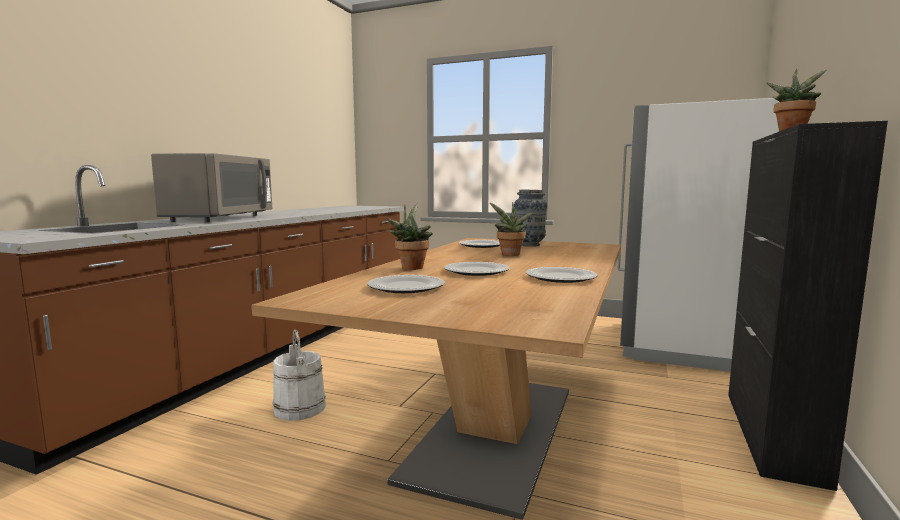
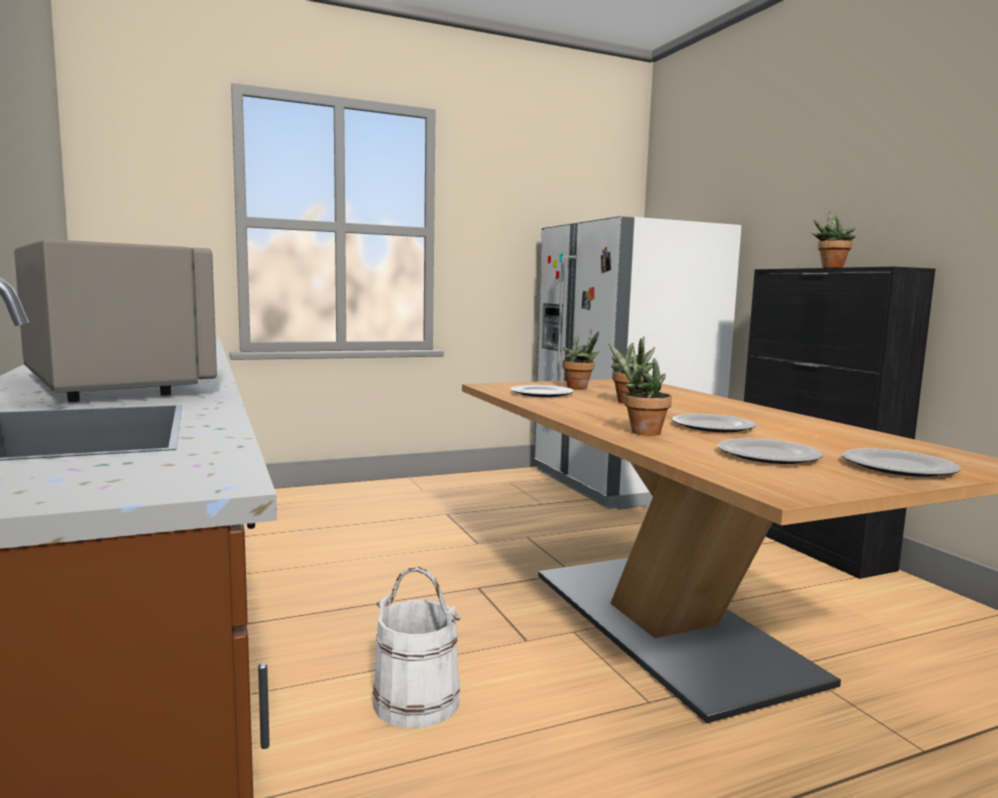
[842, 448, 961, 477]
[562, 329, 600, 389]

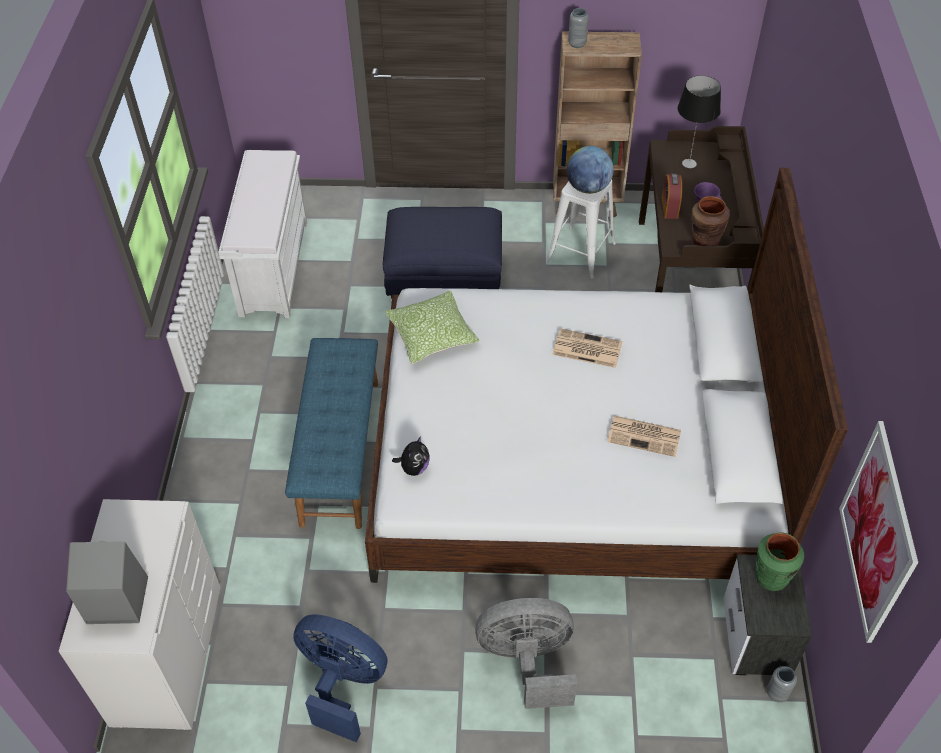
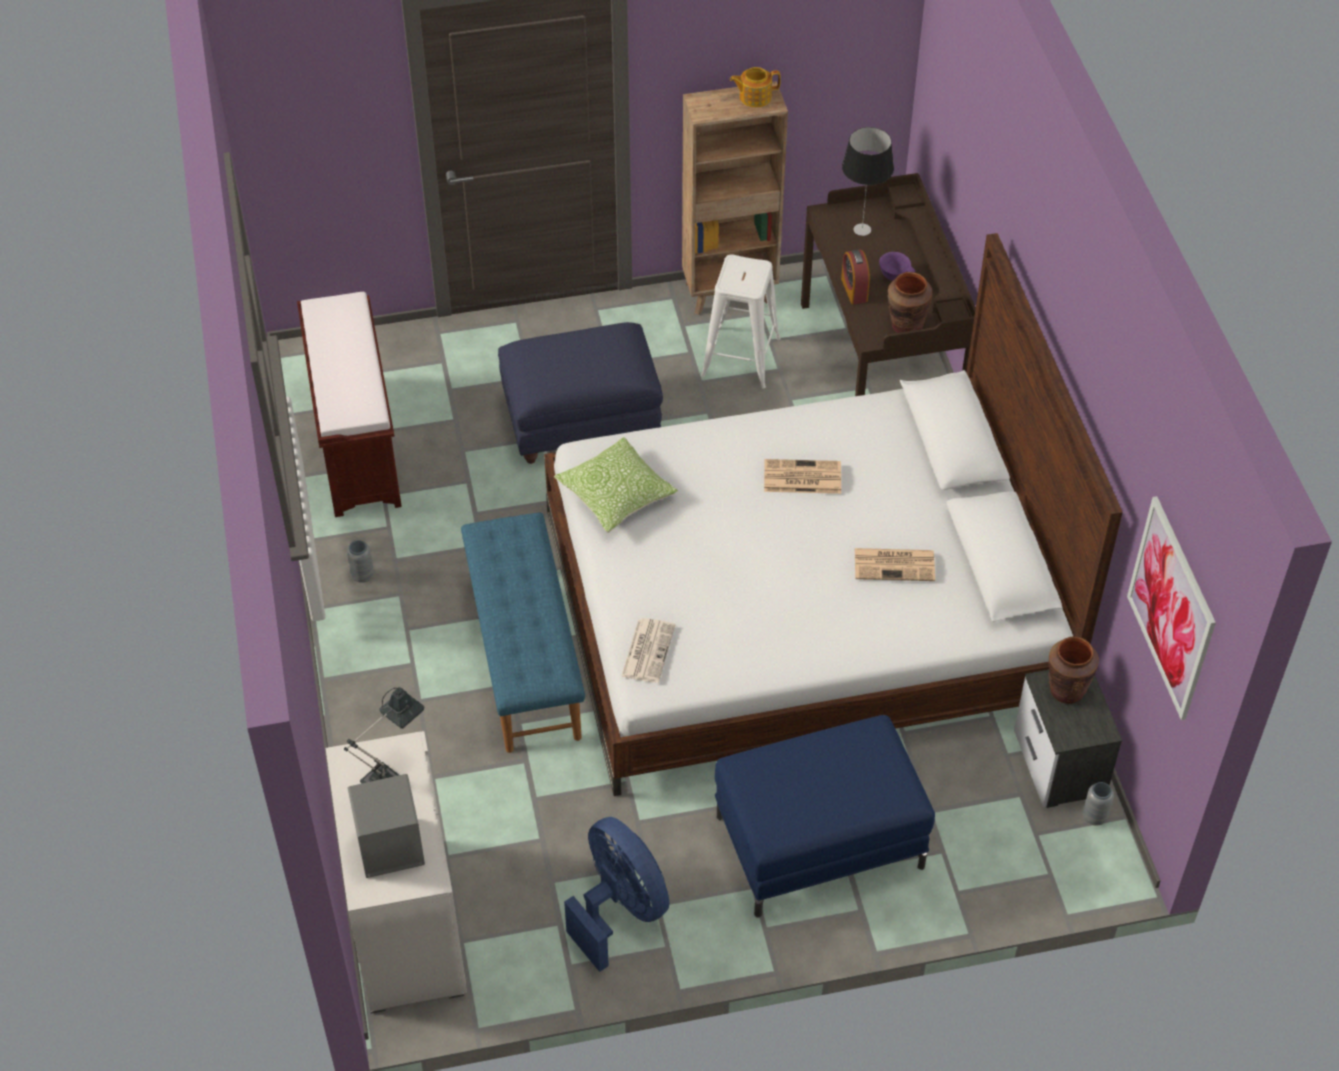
[566, 146, 614, 194] (first image)
[344, 687, 424, 784]
[730, 67, 781, 107]
[347, 540, 374, 583]
[621, 618, 675, 683]
[715, 715, 935, 918]
[297, 292, 402, 517]
[1049, 637, 1099, 704]
[564, 817, 669, 972]

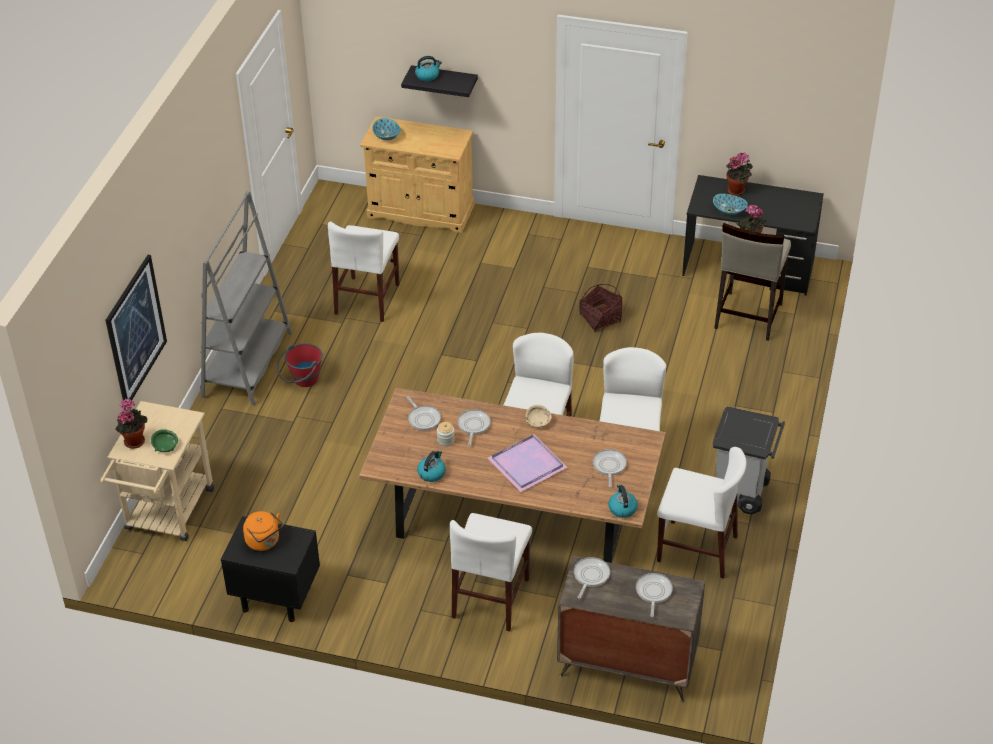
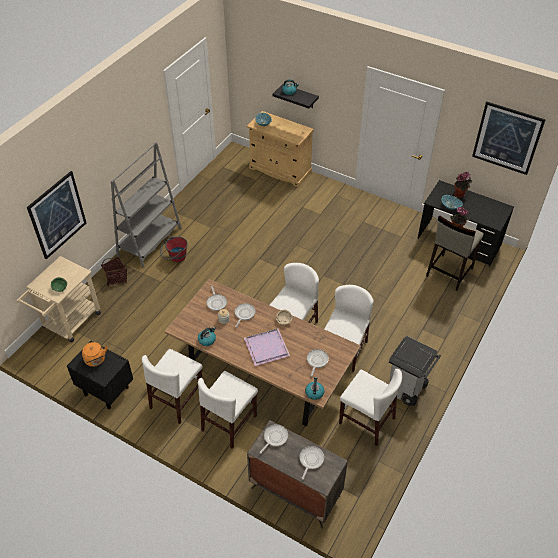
[115, 399, 147, 448] (first image)
[472, 101, 546, 175]
[142, 349, 202, 424]
[101, 257, 127, 286]

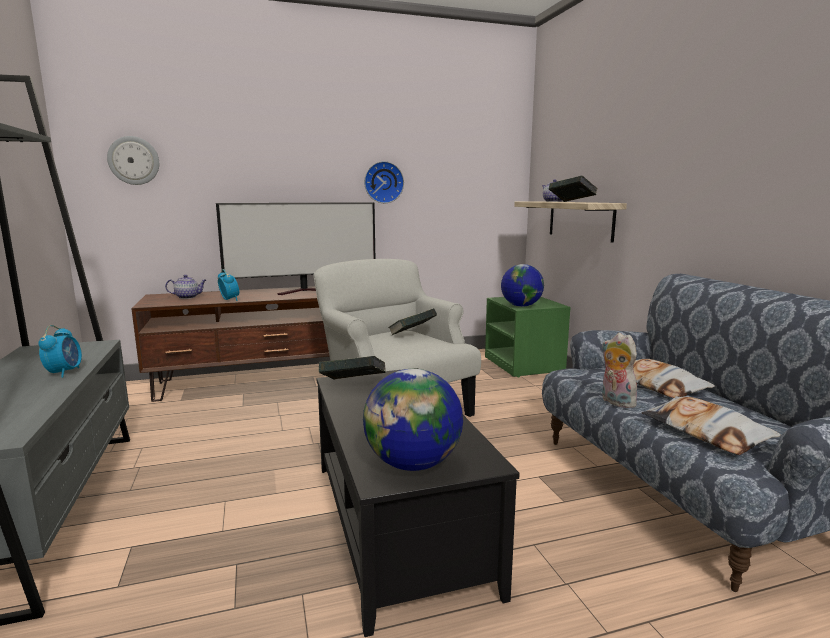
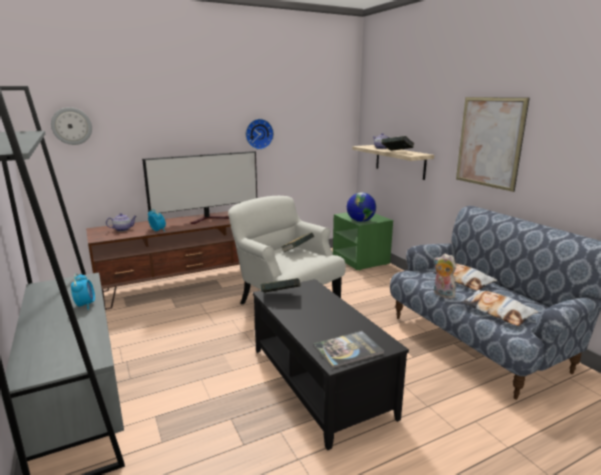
[456, 97, 530, 192]
[313, 331, 384, 369]

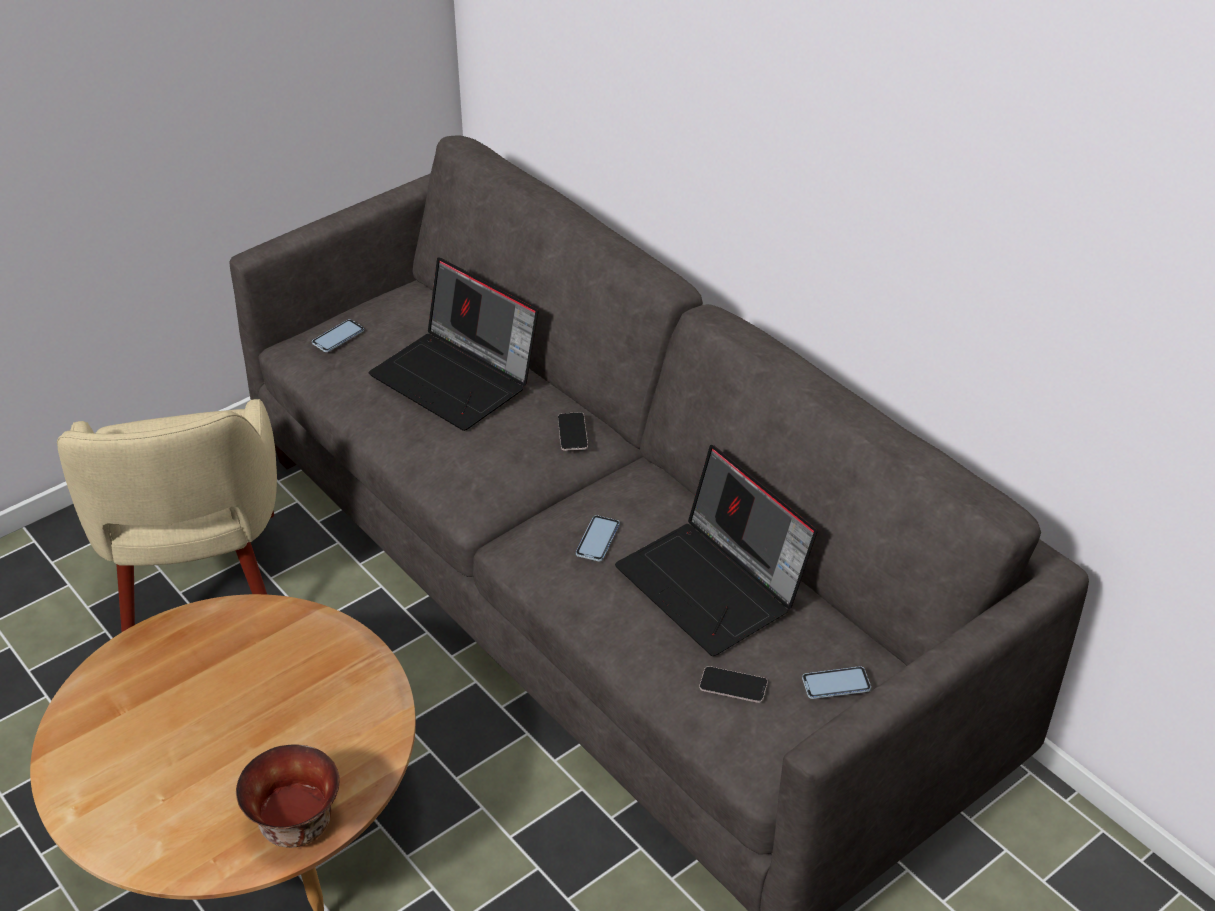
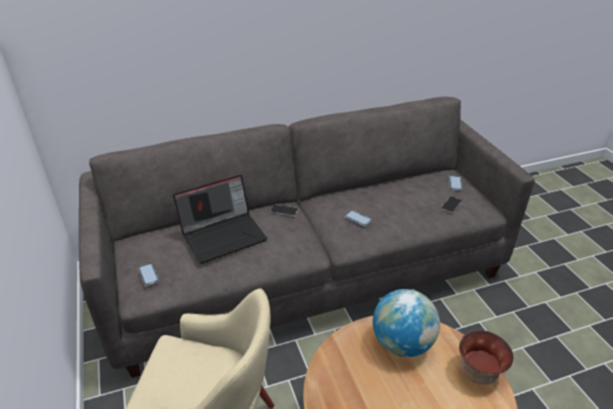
[615, 445, 817, 656] (first image)
[373, 289, 440, 357]

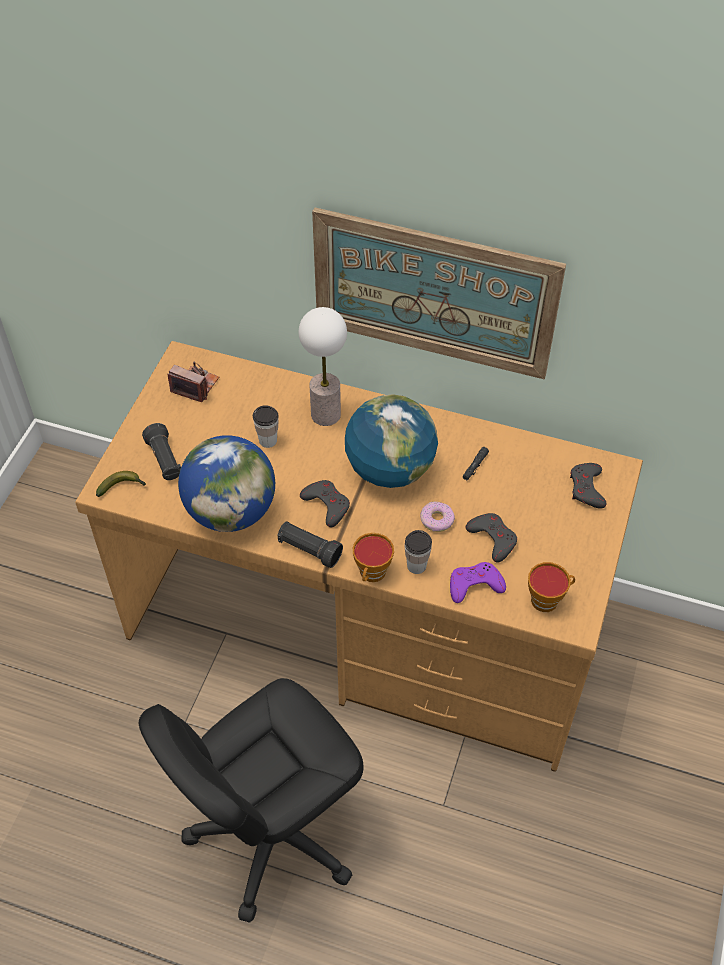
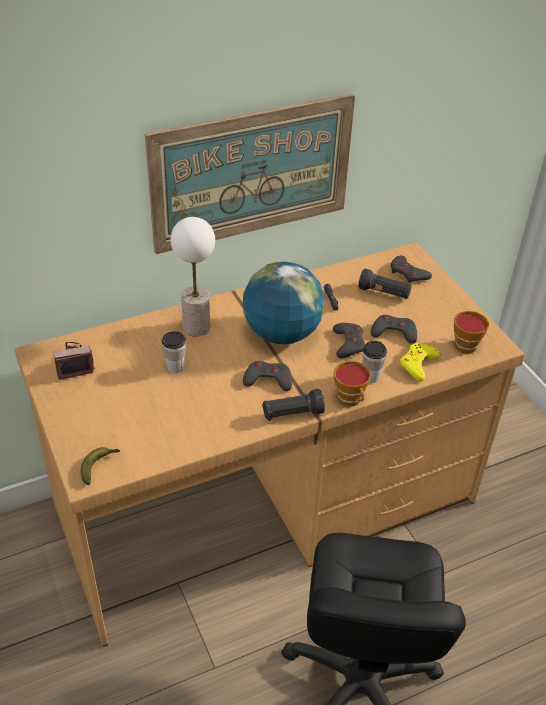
[178, 435, 275, 532] (first image)
[358, 268, 412, 299]
[333, 323, 365, 358]
[400, 343, 441, 381]

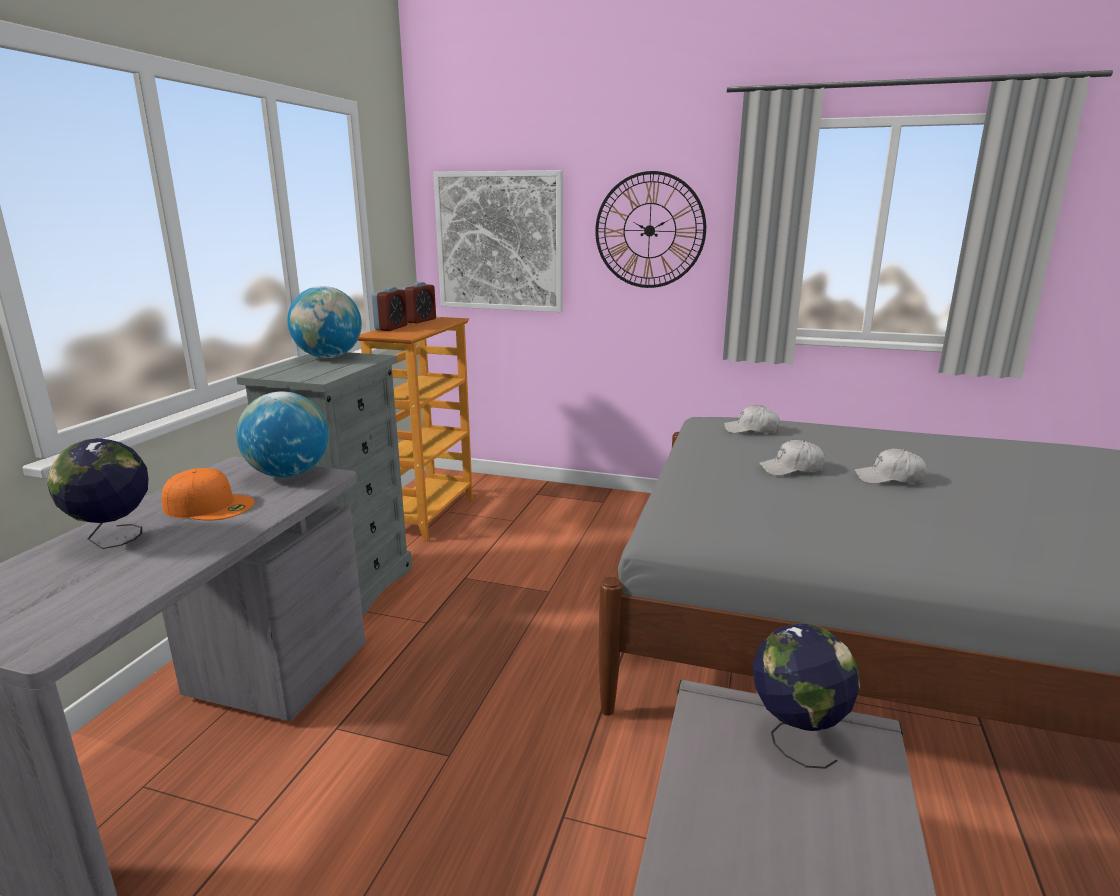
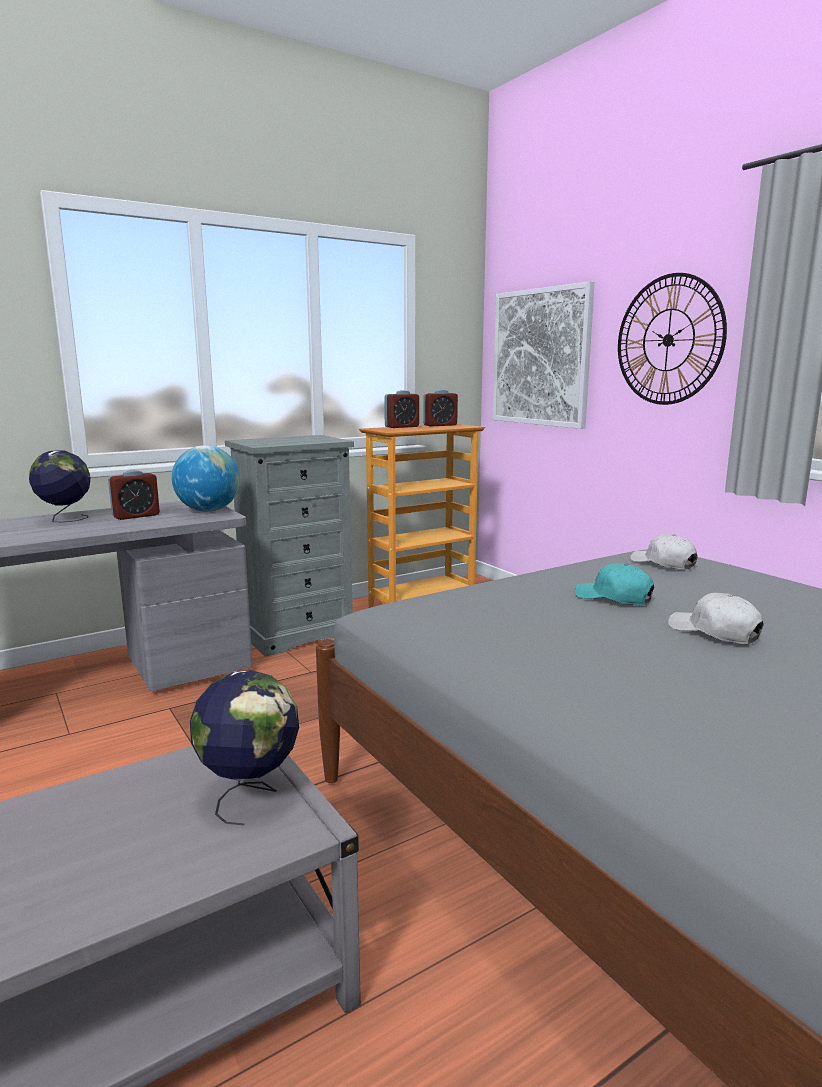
[287, 286, 362, 358] (first image)
[108, 470, 160, 520]
[574, 563, 654, 605]

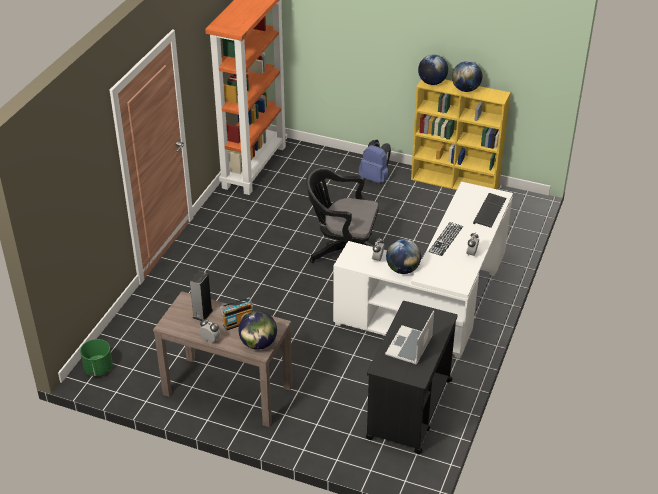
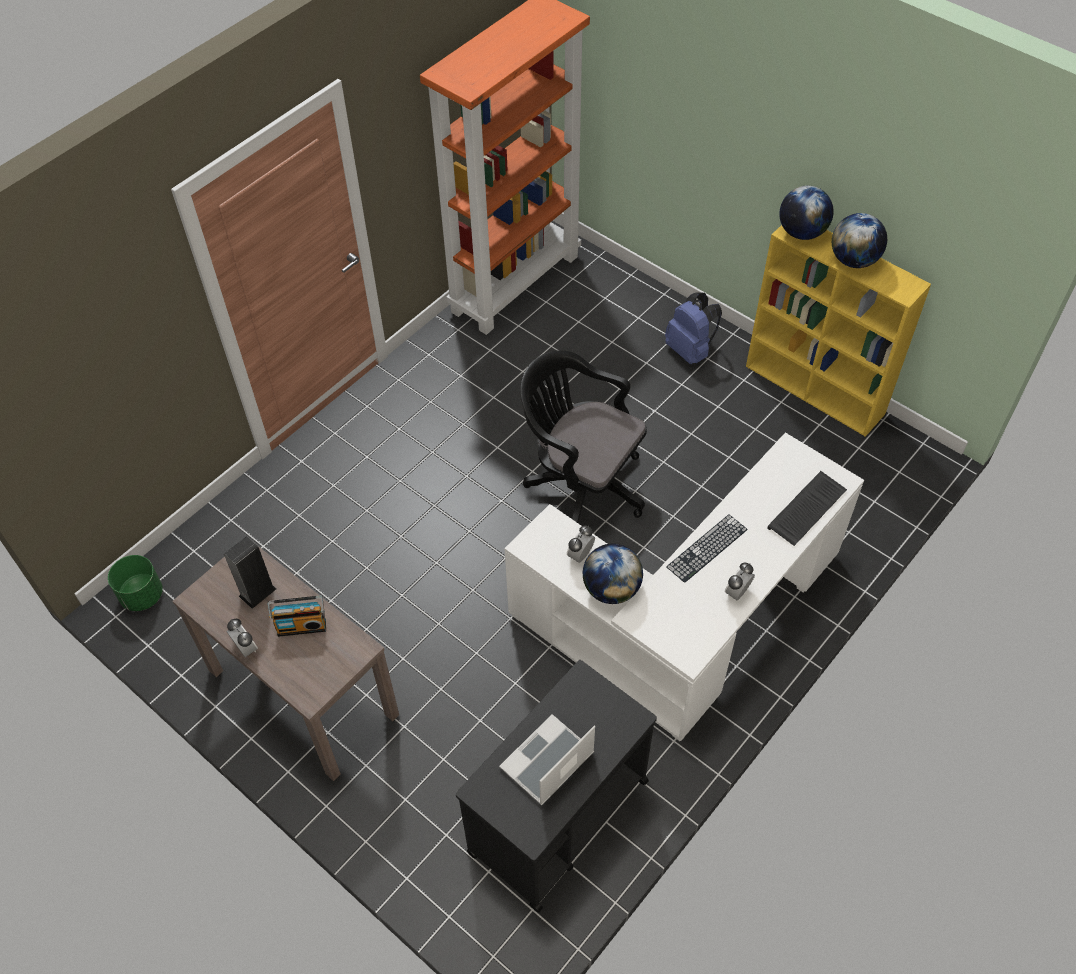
[239, 311, 277, 350] (first image)

